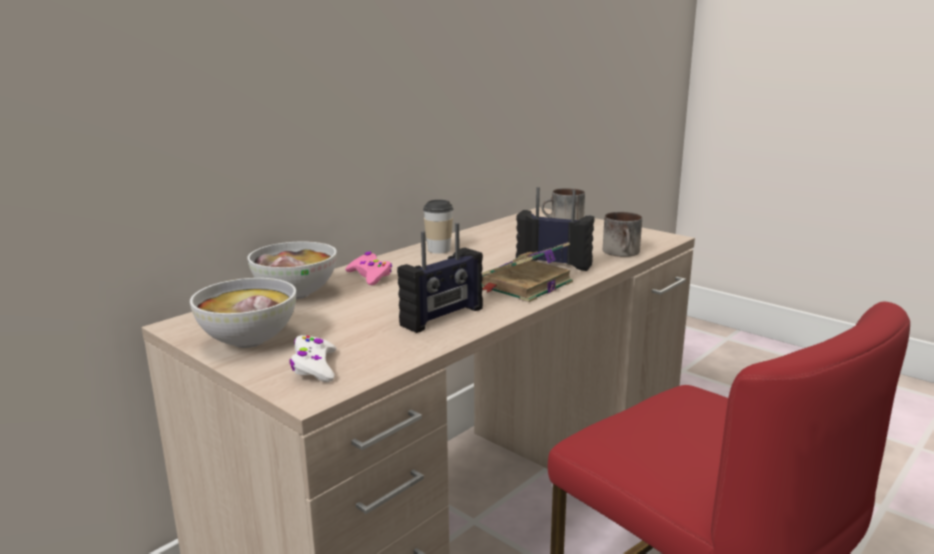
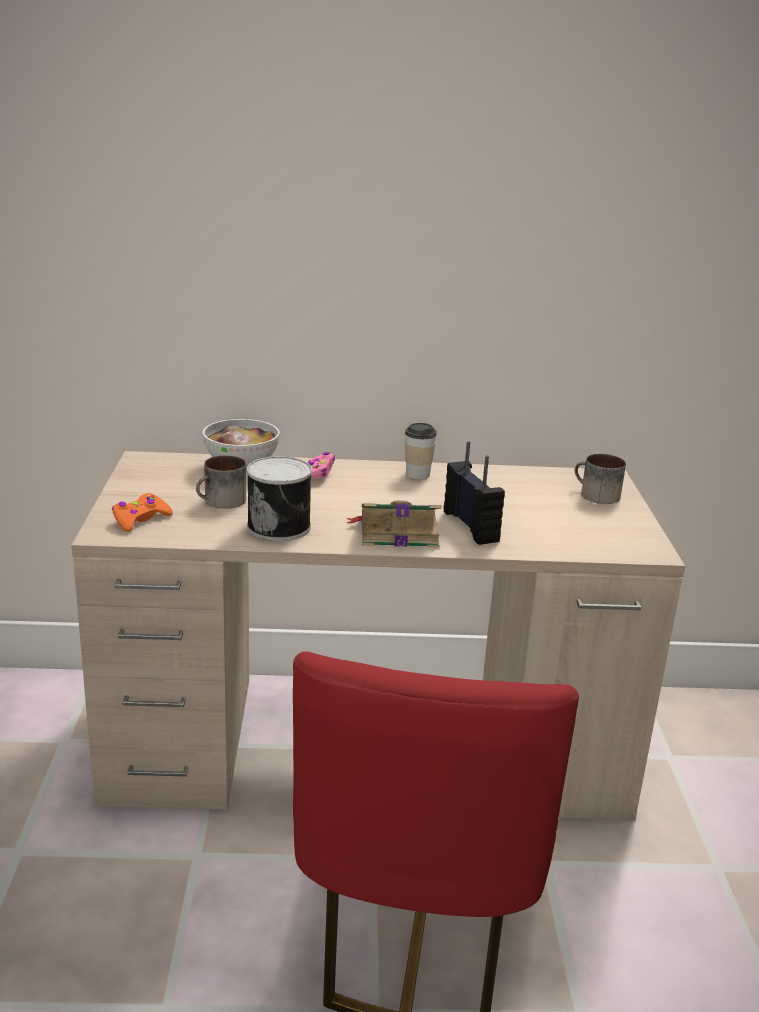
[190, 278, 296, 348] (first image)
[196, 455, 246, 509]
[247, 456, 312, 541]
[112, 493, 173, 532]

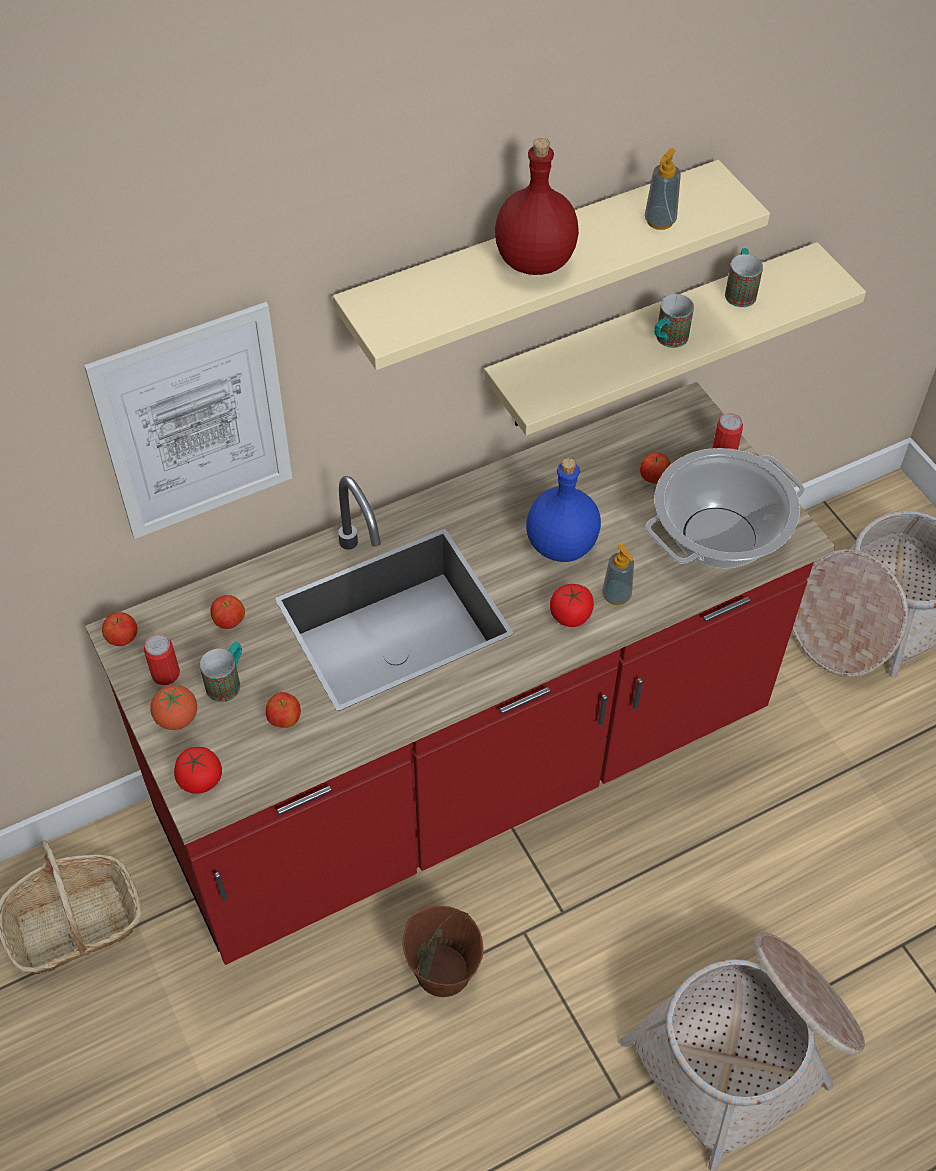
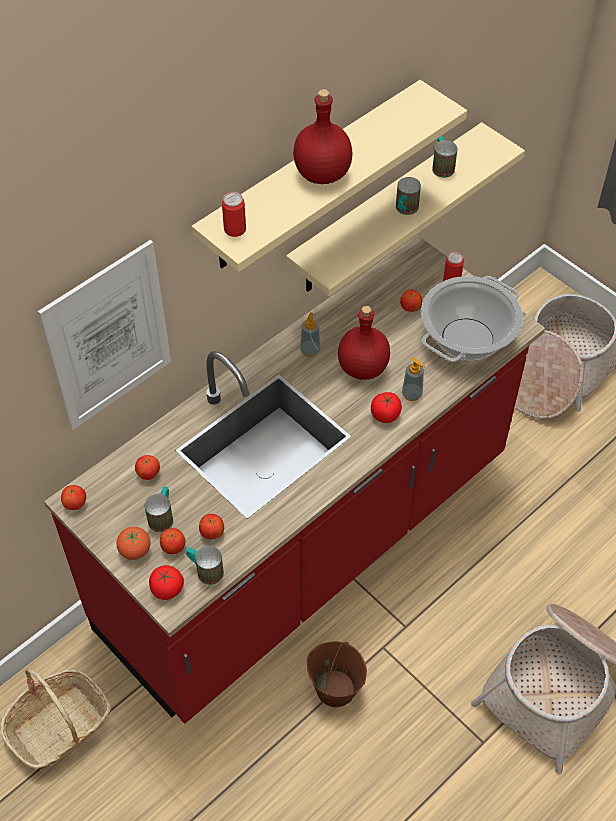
[160, 528, 185, 554]
[186, 546, 224, 585]
[222, 192, 246, 237]
[300, 312, 321, 357]
[338, 306, 390, 380]

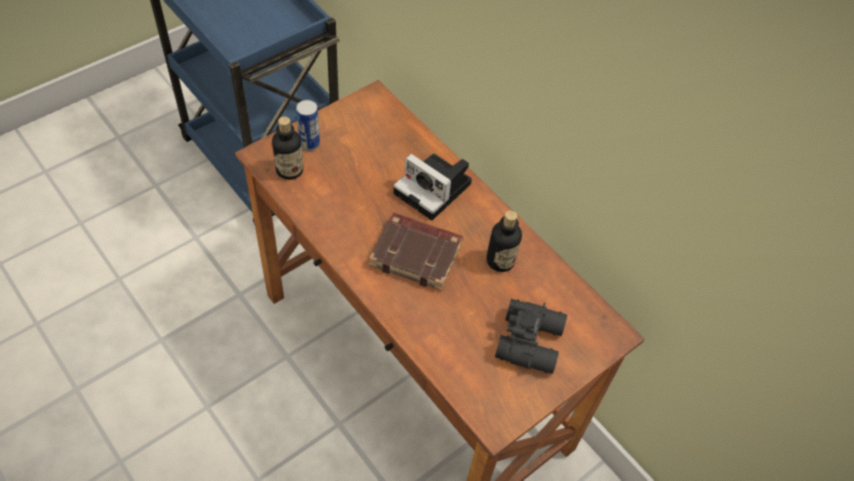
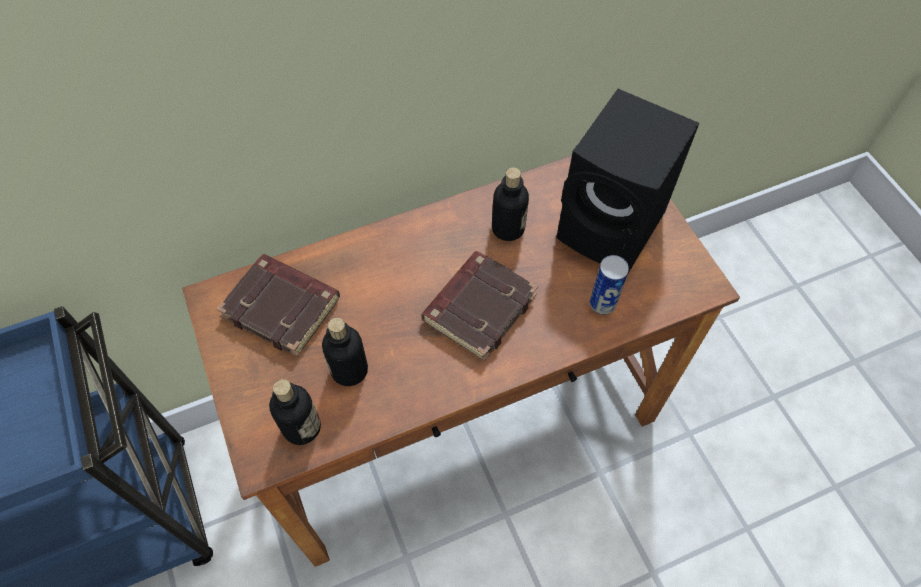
[393, 154, 472, 220] (first image)
[217, 254, 340, 357]
[322, 318, 368, 386]
[590, 255, 629, 315]
[556, 89, 699, 273]

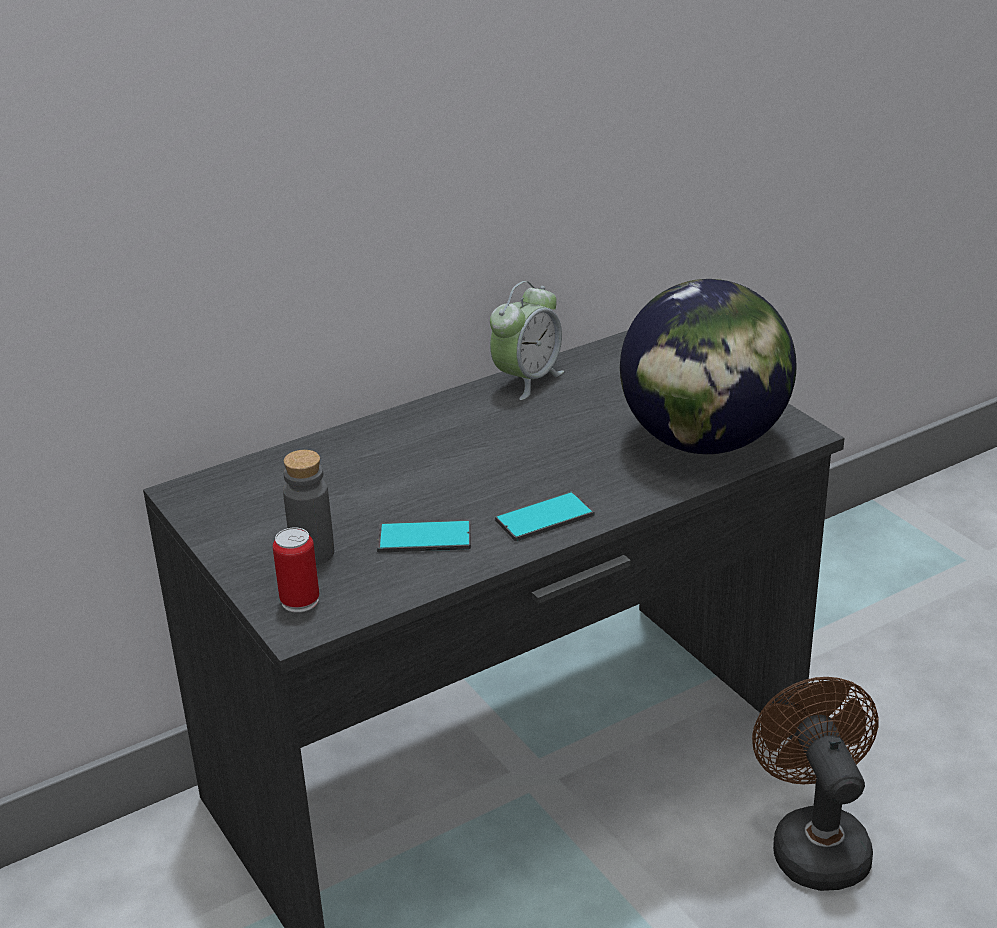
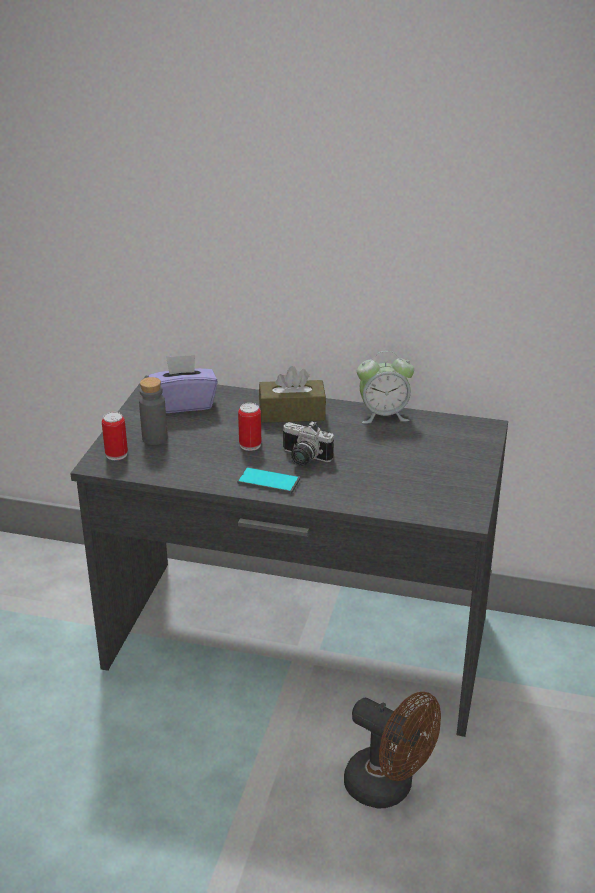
[377, 520, 471, 553] (first image)
[620, 279, 796, 454] (first image)
[148, 355, 218, 413]
[238, 403, 261, 451]
[259, 366, 326, 423]
[283, 421, 334, 466]
[344, 692, 441, 809]

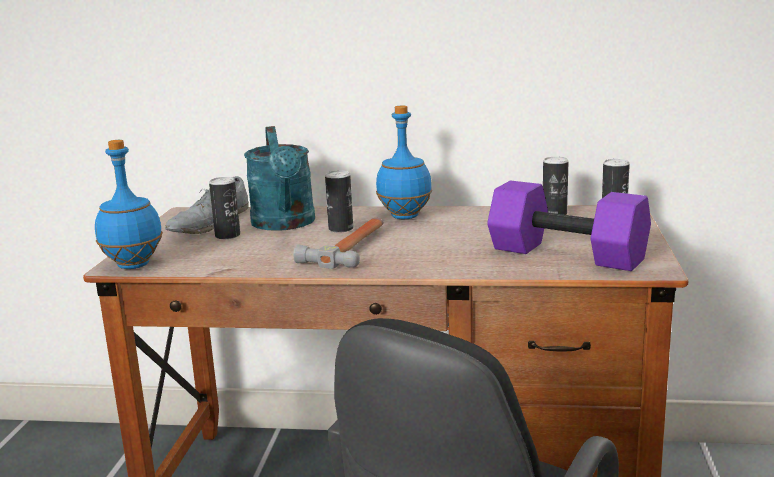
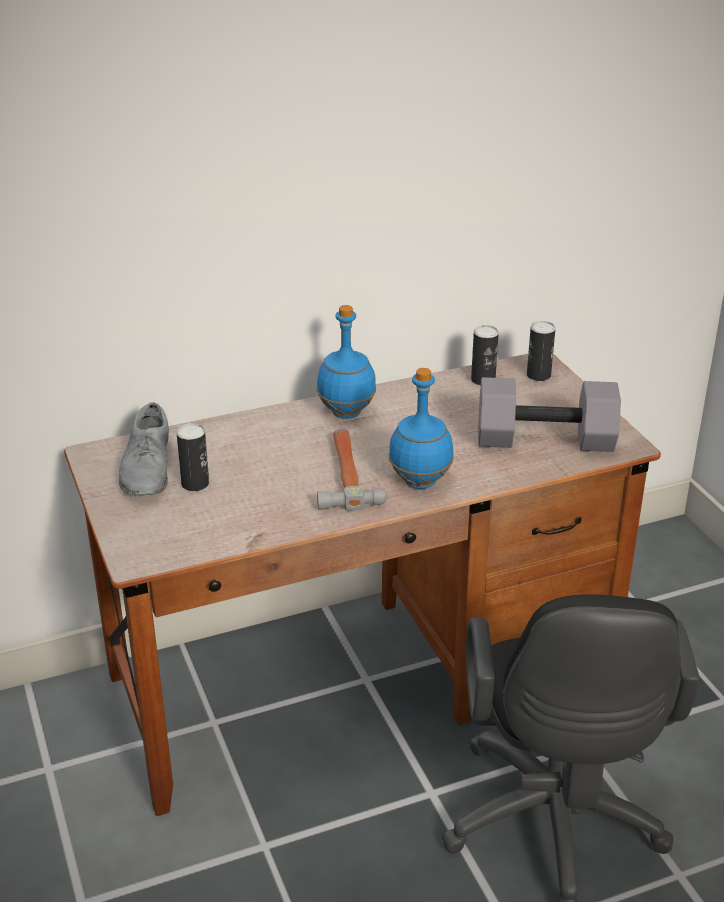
[244, 126, 315, 231] (first image)
[325, 170, 353, 233] (first image)
[389, 368, 454, 489]
[478, 377, 621, 452]

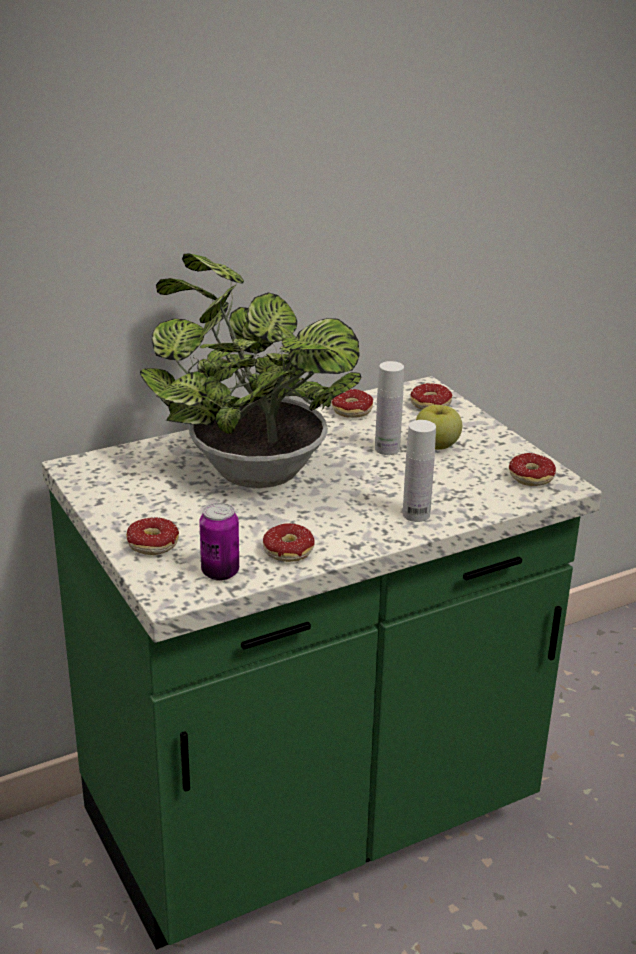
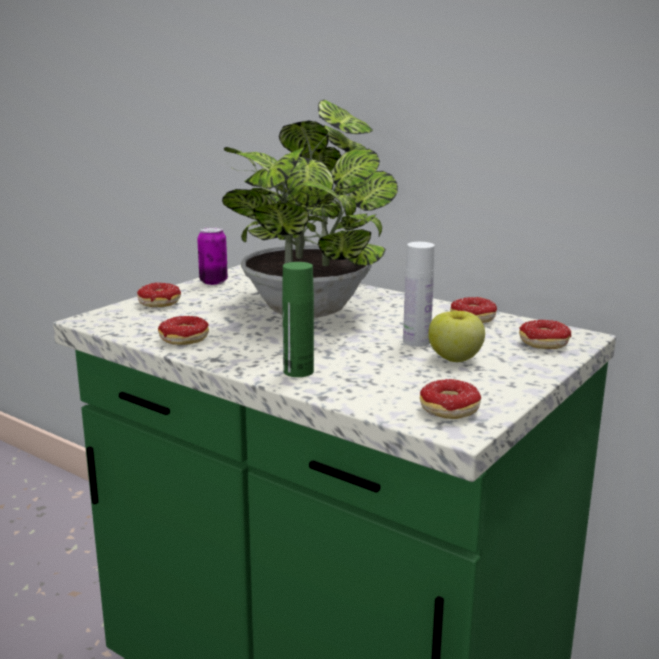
[197, 227, 228, 285]
[282, 262, 314, 377]

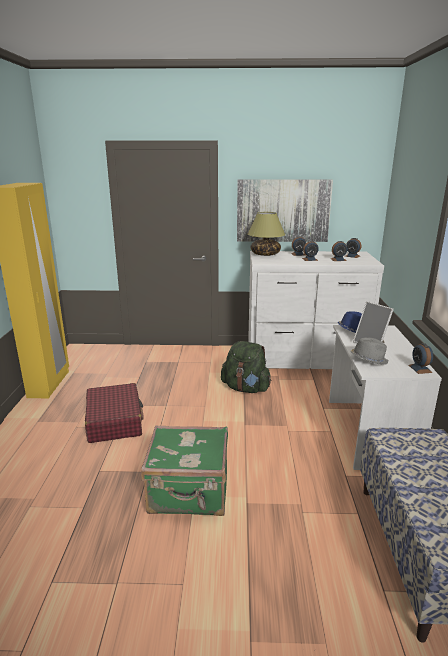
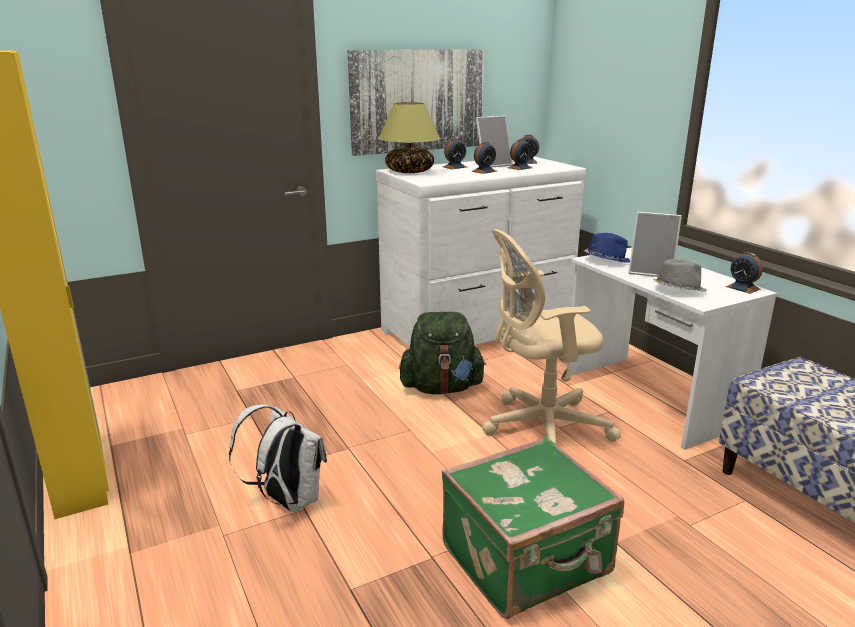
[476, 116, 513, 167]
[482, 229, 621, 445]
[229, 404, 327, 513]

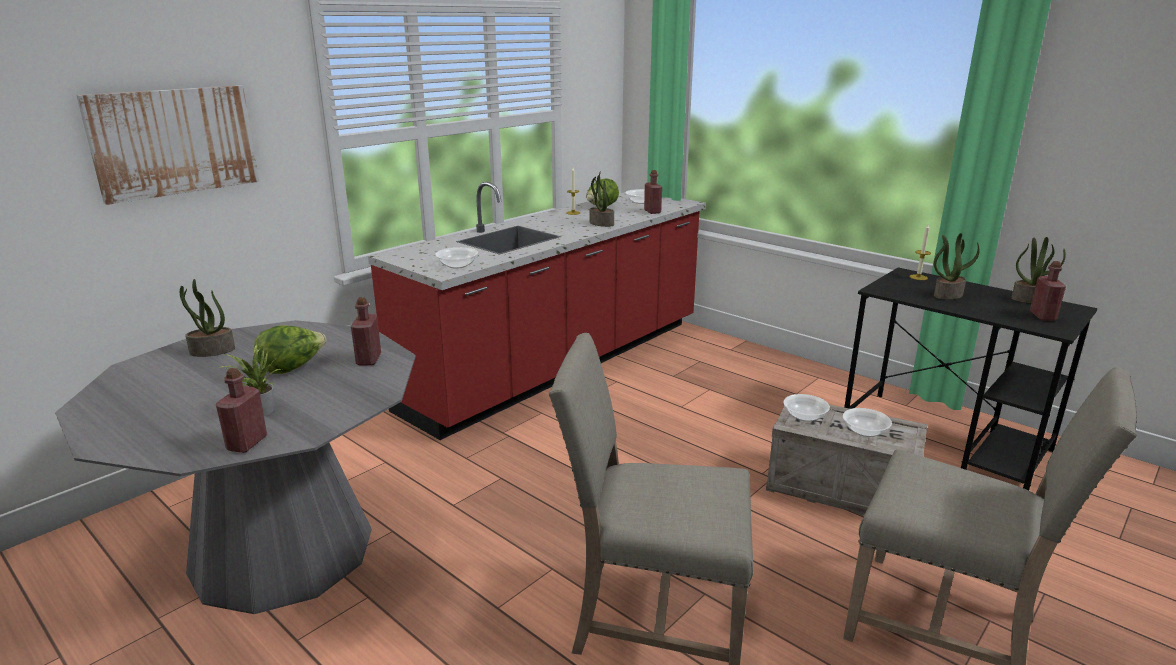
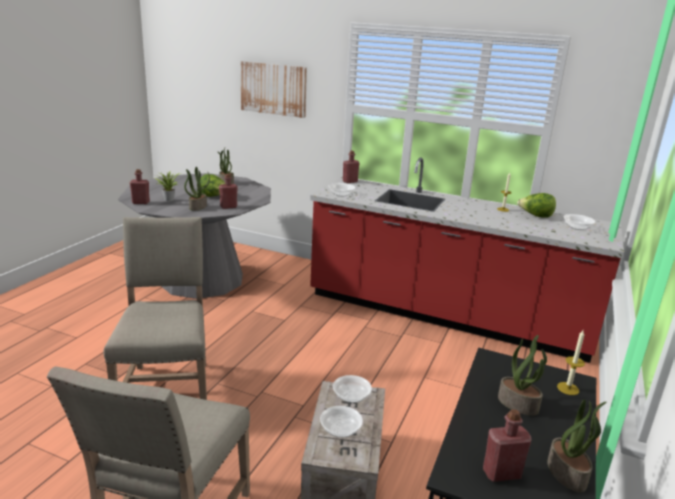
[184, 167, 210, 211]
[343, 151, 360, 183]

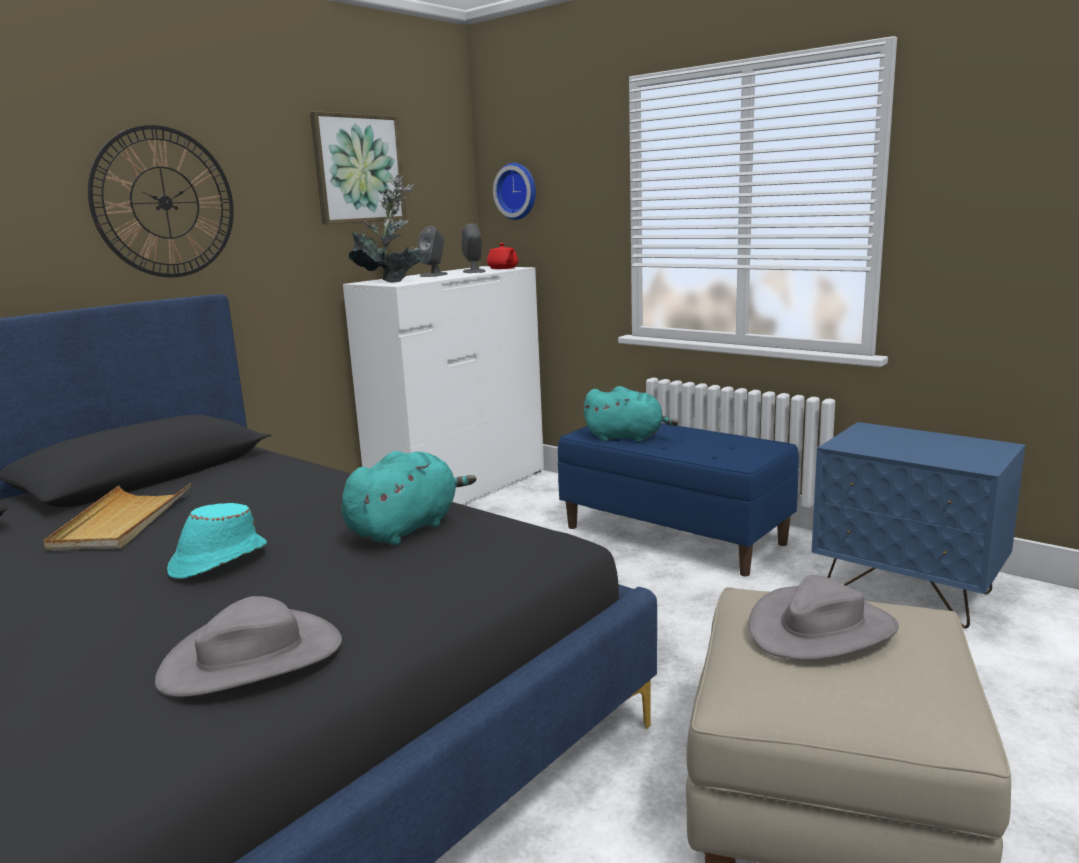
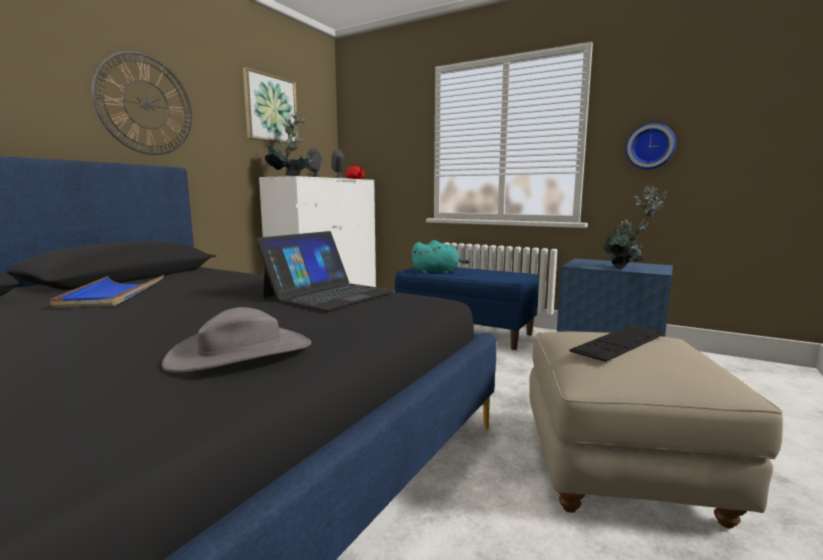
[167, 503, 267, 579] (first image)
[602, 186, 667, 269]
[625, 123, 676, 170]
[256, 231, 395, 311]
[569, 325, 665, 362]
[50, 275, 164, 308]

